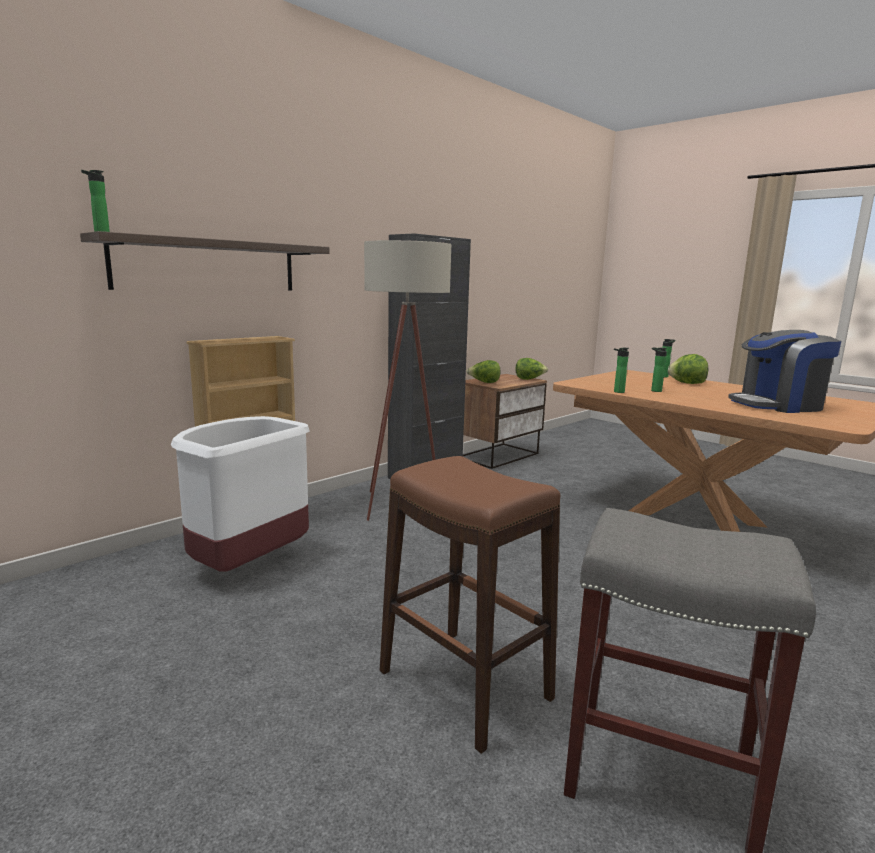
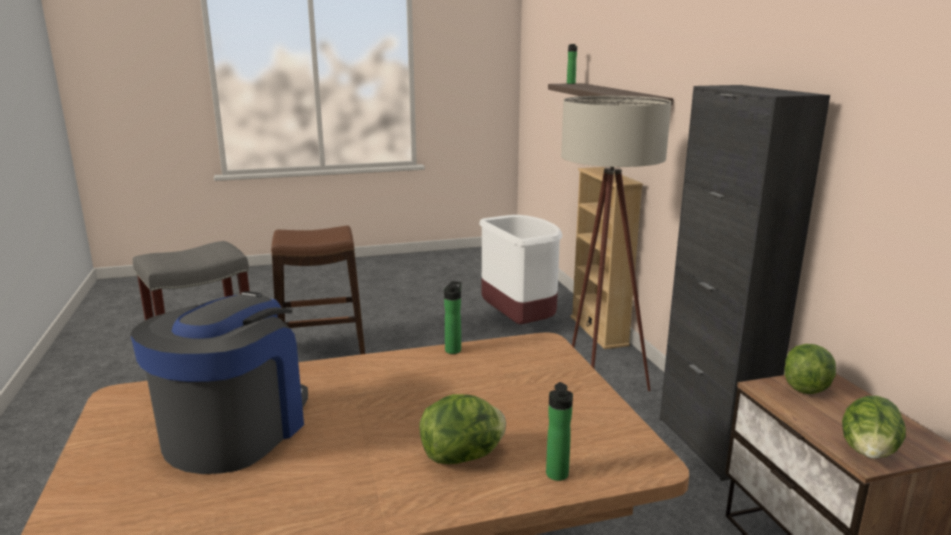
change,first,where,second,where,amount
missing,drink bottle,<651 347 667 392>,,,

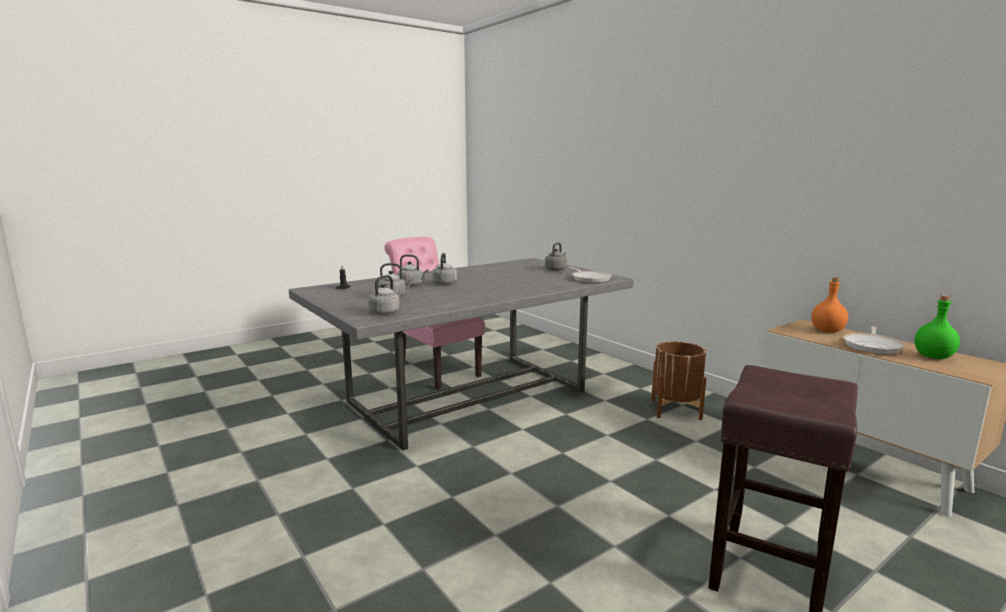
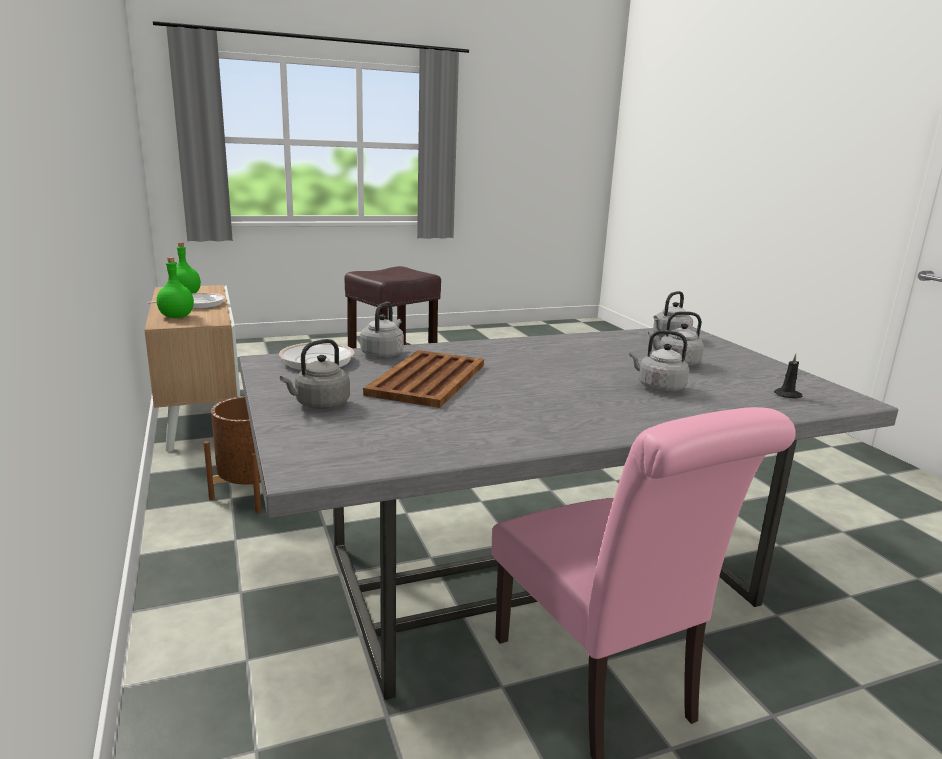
change,first,where,second,where,amount
colour,drink bottle (orangey),<811 277 848 333>,drink bottle (greenish),<157 257 194 318>,
relocated,tea kettle (greyish),<432 253 457 285>,,<360 302 404 358>,
appeared,,,tray (brownish),<363 350 484 408>,

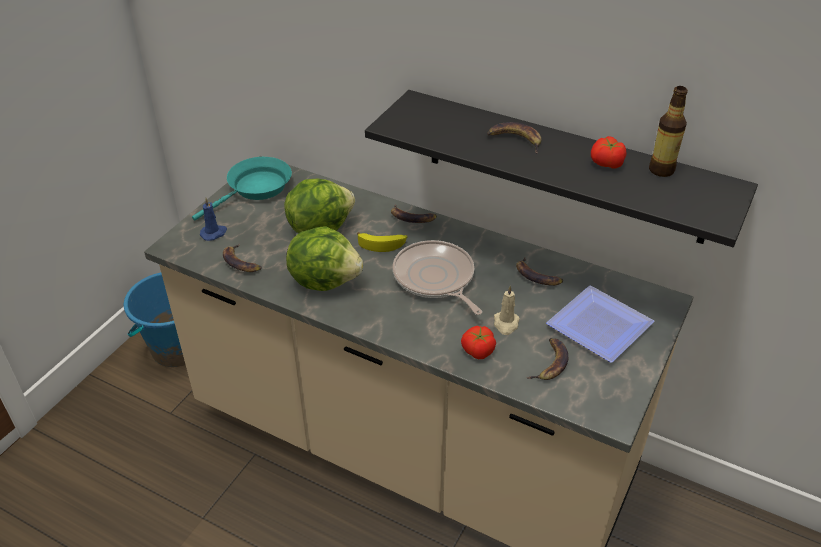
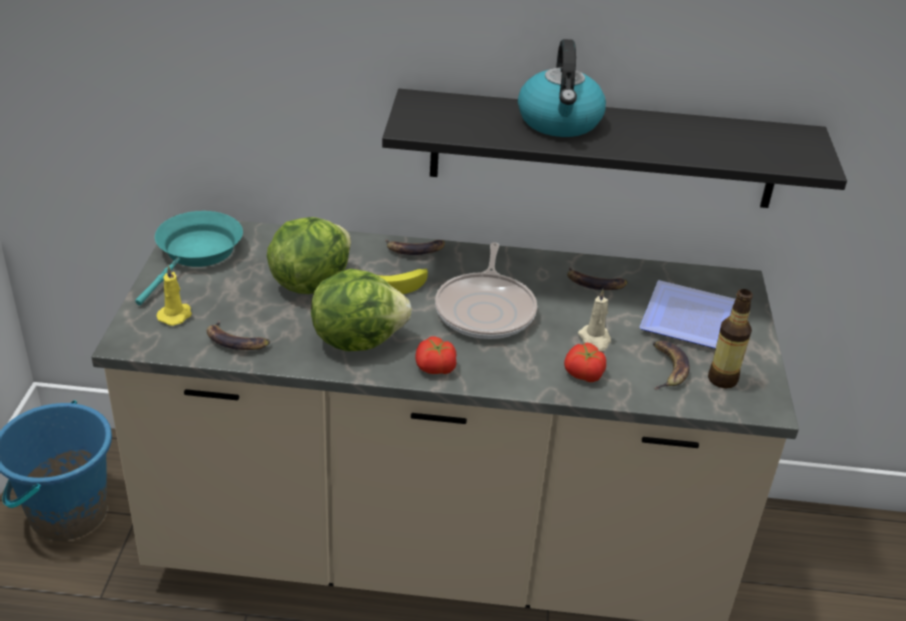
change,first,where,second,where,amount
colour,wax candle (blue-coloured),<200 198 227 241>,wax candle (yellowish),<156 265 192 326>,
relocated,fresh tomato,<591 136 626 169>,,<415 337 456 374>,
spun,pan,<393 240 482 315>,,<435 242 537 339>,120 degrees counterclockwise
exchanged,banana fruit,<487 122 542 153>,tea kettle,<518 39 606 137>,
relocated,drink bottle,<649 86 688 177>,,<708 289 753 388>,

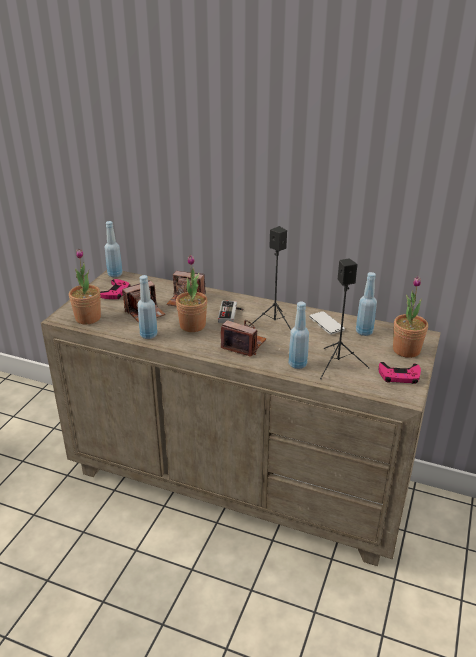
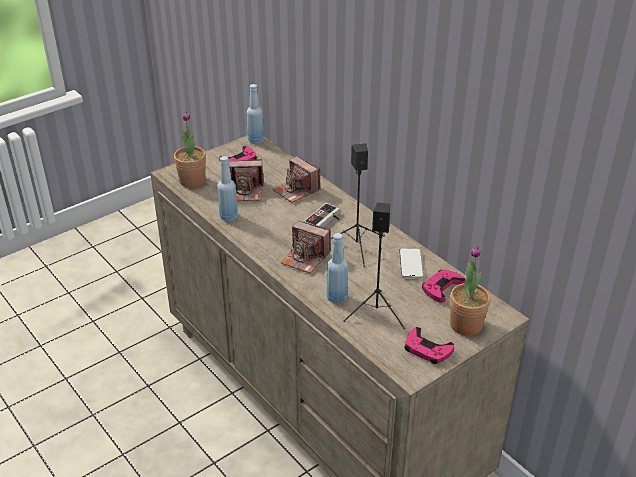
change,first,where,second,where,amount
spun,still camera,<221 320 267 357>,,<280 221 331 274>,150 degrees clockwise
exchanged,drink bottle (blue-coloured),<356 272 377 336>,gamepad (pinkish),<422 269 466 303>,
missing,potted plant,<176 255 208 332>,,,

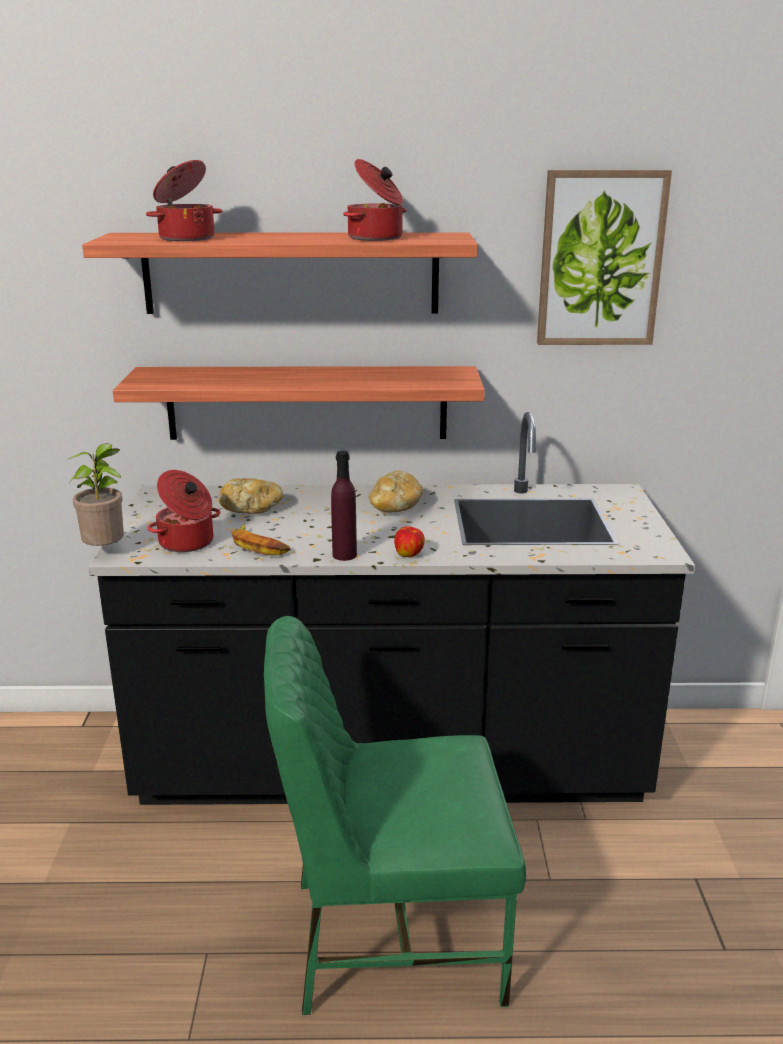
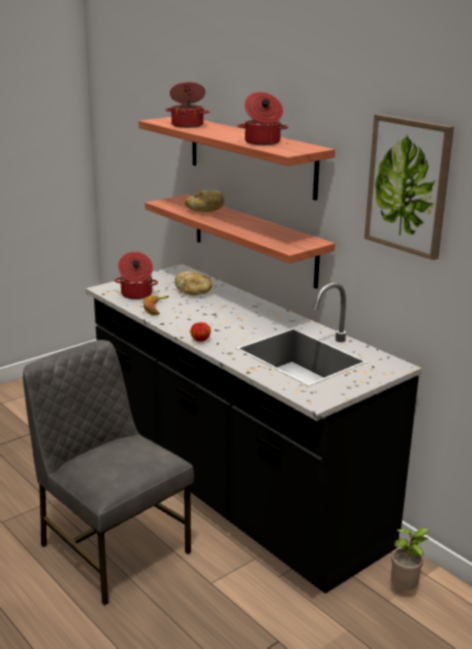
change,first,where,second,where,amount
colour,plain chair (greenish),<264 616 526 1015>,plain chair (greyish),<23 340 194 605>,
relocated,bakery bread,<369 471 423 512>,,<185 190 224 212>,
relocated,potted plant,<69 443 124 546>,,<391 528 430 590>,
missing,drink bottle (purple-coloured),<331 451 357 561>,,,

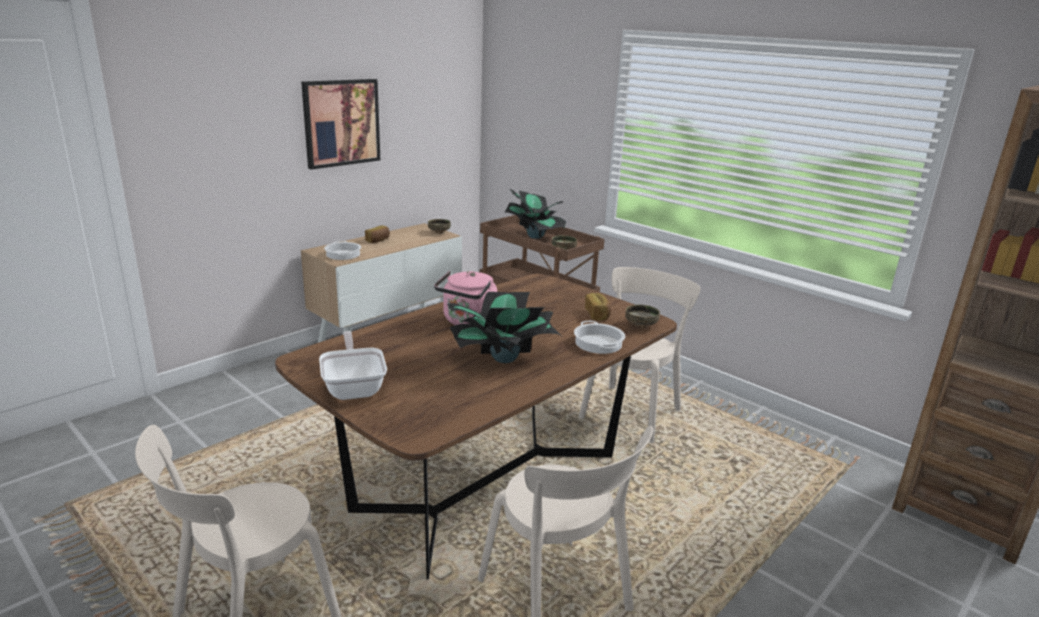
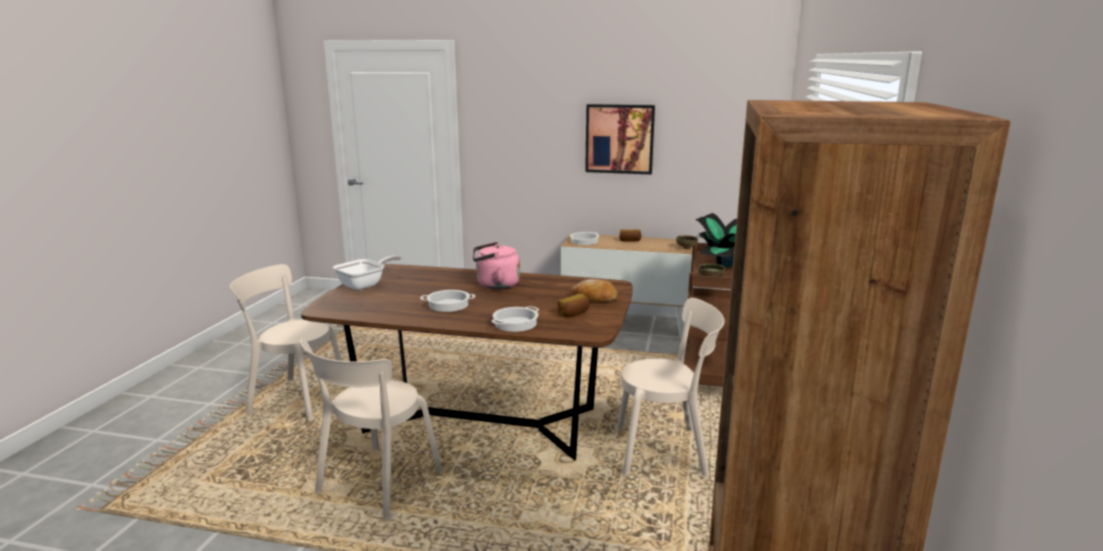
change,first,where,second,where,amount
exchanged,potted plant,<447 292 561 363>,saucepot,<420 290 475 312>,
appeared,,,bakery bread,<571 279 618 302>,
missing,deep dish,<625 305 660 329>,,,

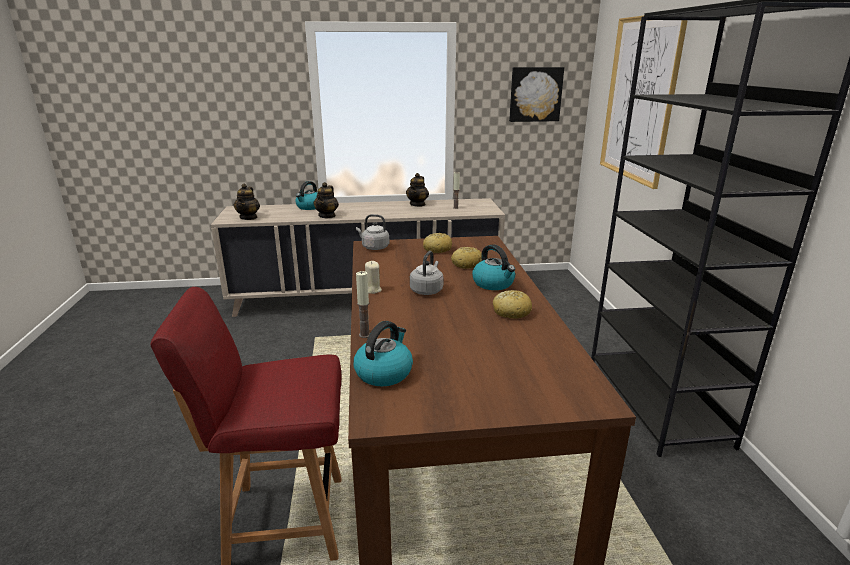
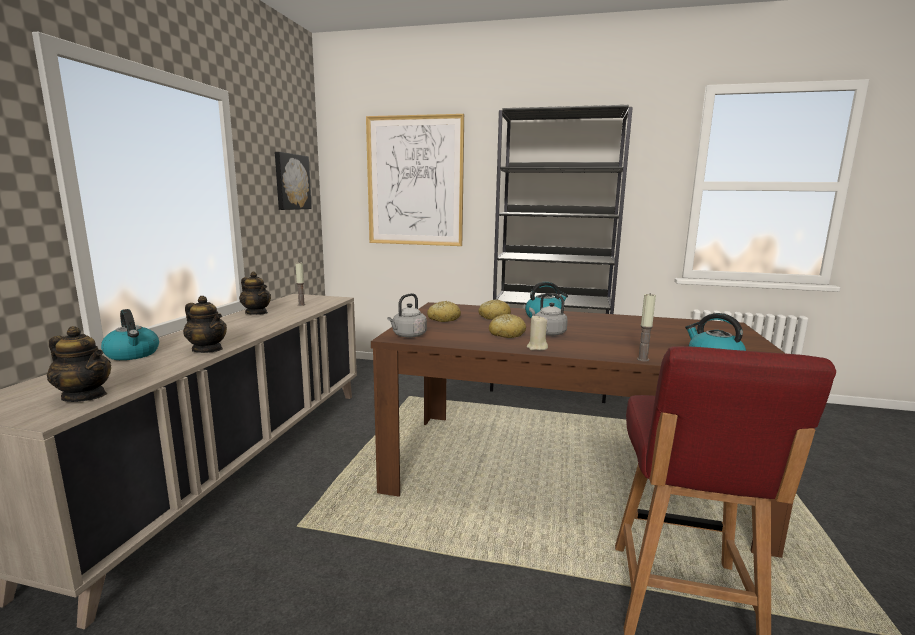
change,first,where,second,where,amount
relocated,bakery bread,<493 290 532 319>,,<489 314 526 338>,

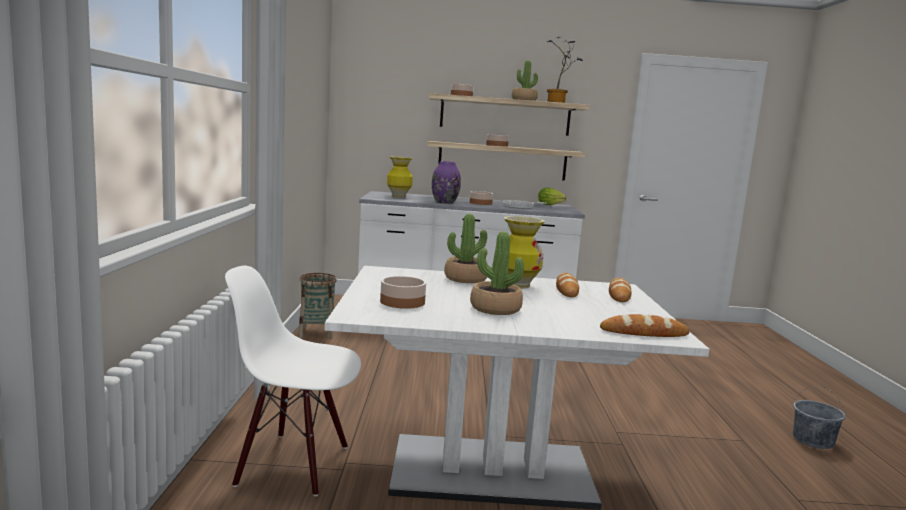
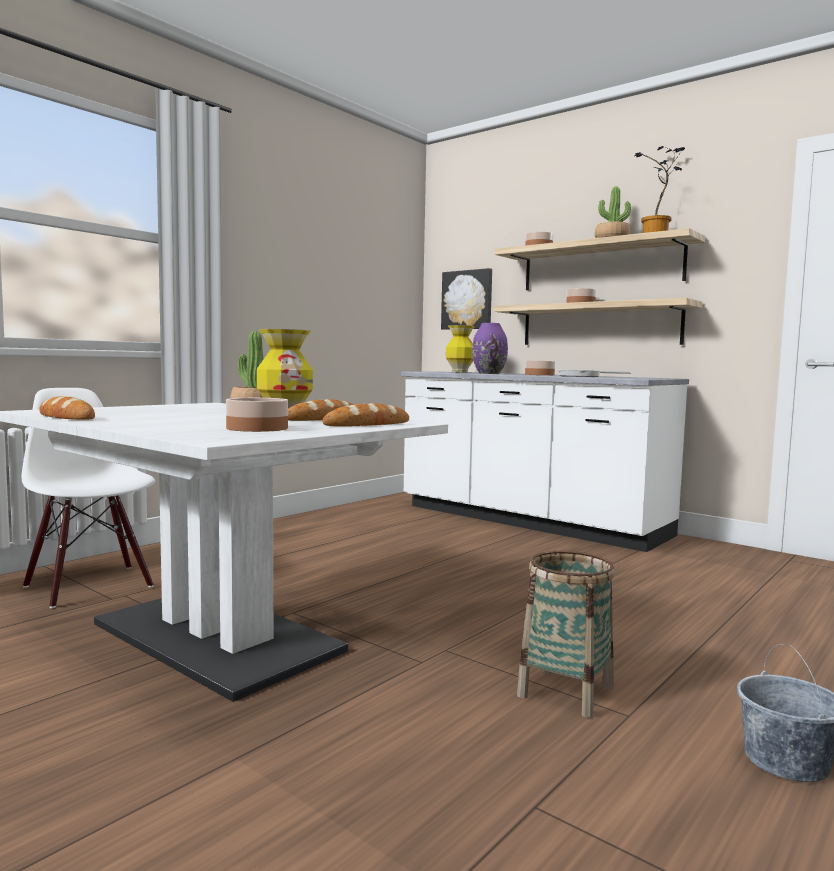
change,first,where,second,where,amount
relocated,bakery bread,<600 314 690 337>,,<39 396 95 420>,
relocated,deep dish,<380 276 426 309>,,<226 398 288 432>,
appeared,,,wall picture,<441 268 492 330>,
relocated,storage basket,<298 273 337 339>,,<517 551 615 718>,
missing,potted plant,<470 231 524 315>,,,
missing,lettuce head,<538 188 567 205>,,,

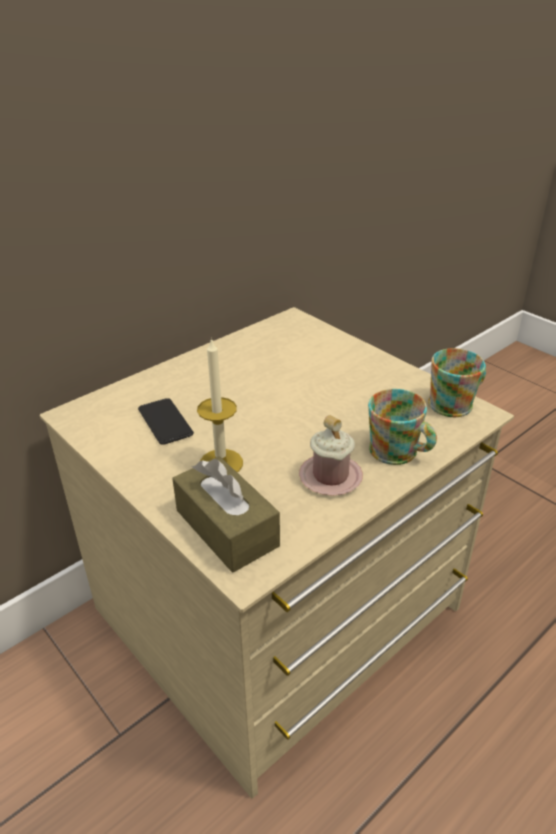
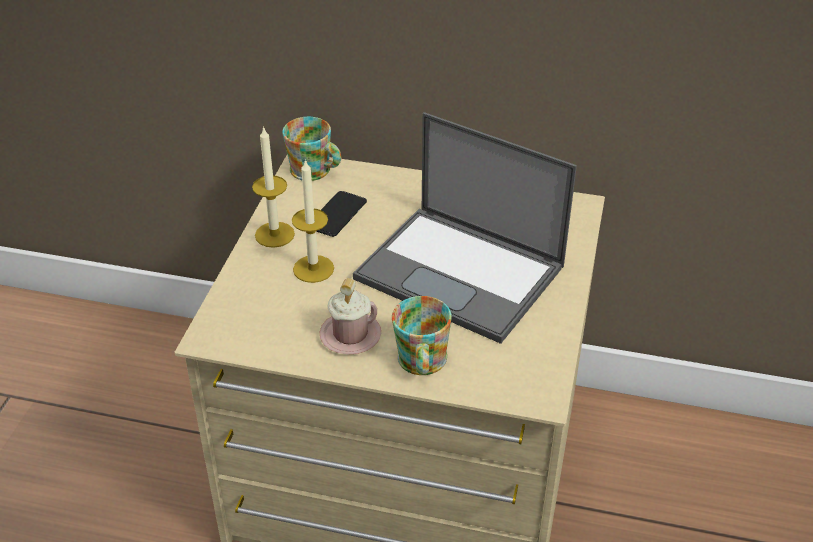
change,first,where,second,where,amount
appeared,,,wax candle,<252 126 295 248>,
relocated,coffee mug,<428 348 486 417>,,<282 117 341 181>,
appeared,,,portable computer,<353 112 577 344>,
missing,tissue holder (brownish),<172 456 280 572>,,,

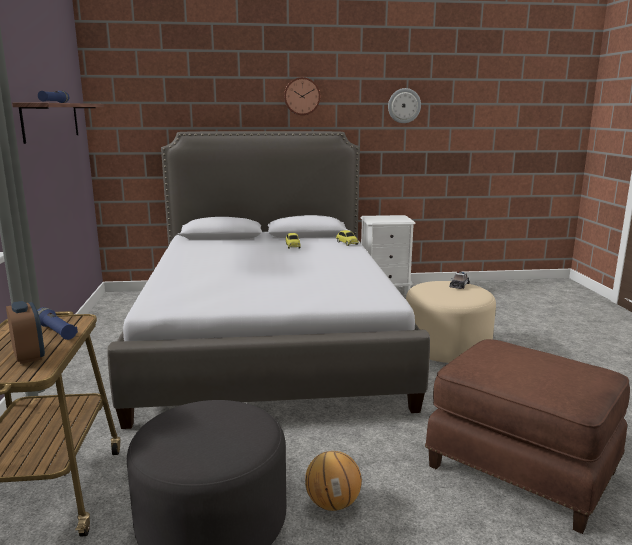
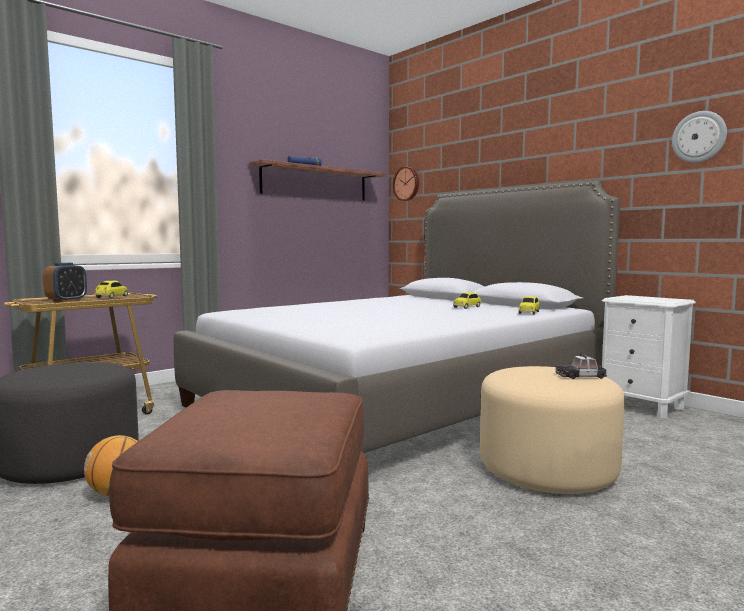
change,first,where,second,where,amount
exchanged,torch (blue-coloured),<37 307 78 340>,model car,<94 281 128 299>,
relocated,clock on the wall,<284 77 320 115>,,<393 167 419 201>,

